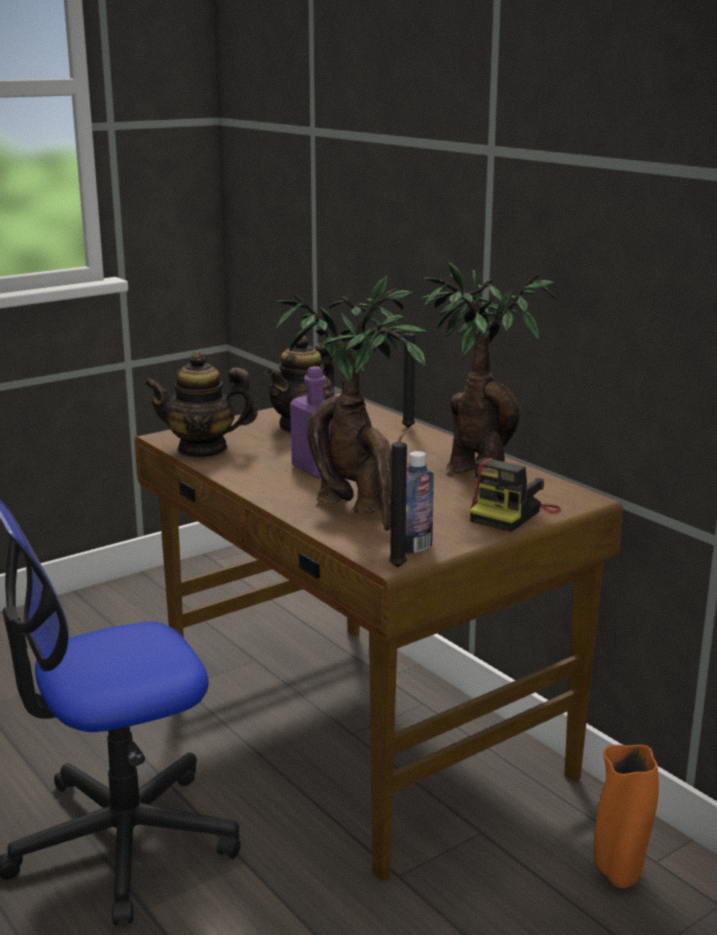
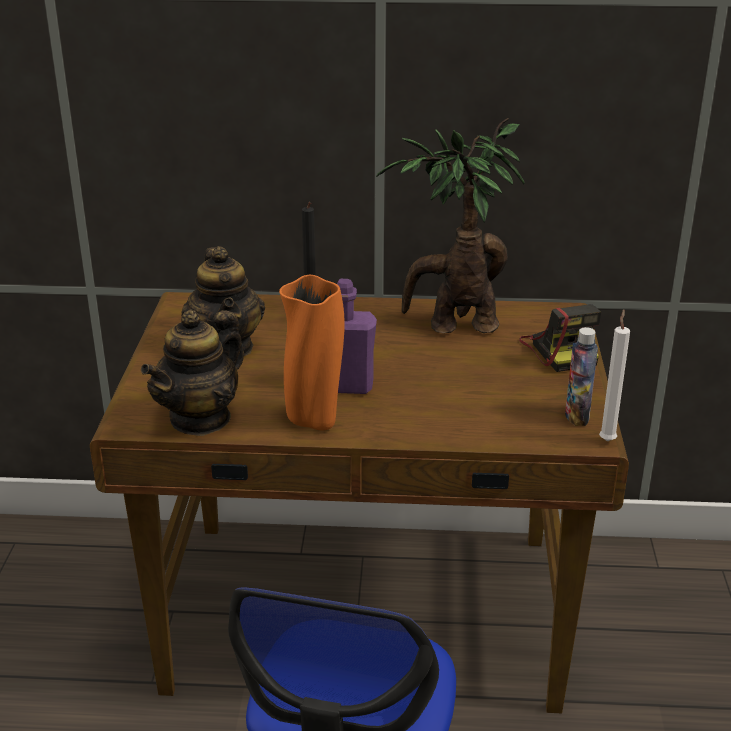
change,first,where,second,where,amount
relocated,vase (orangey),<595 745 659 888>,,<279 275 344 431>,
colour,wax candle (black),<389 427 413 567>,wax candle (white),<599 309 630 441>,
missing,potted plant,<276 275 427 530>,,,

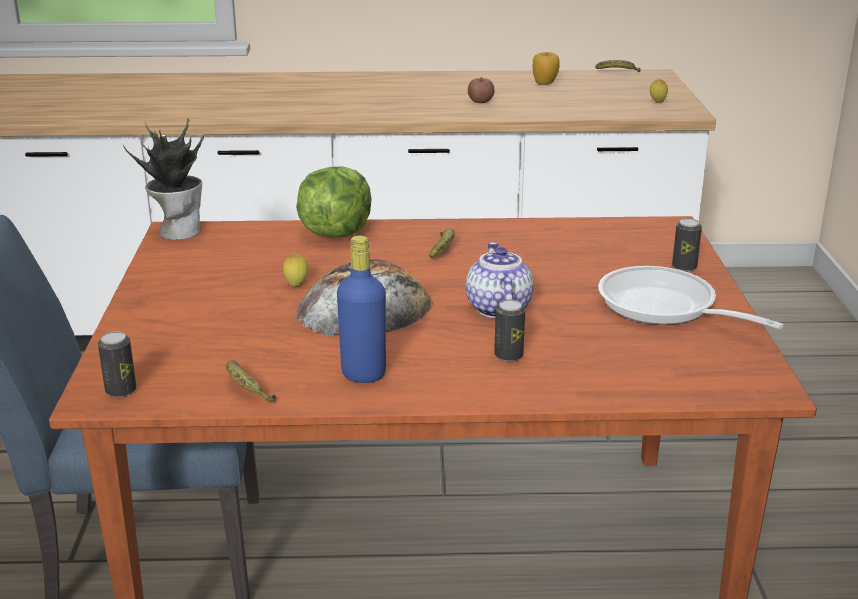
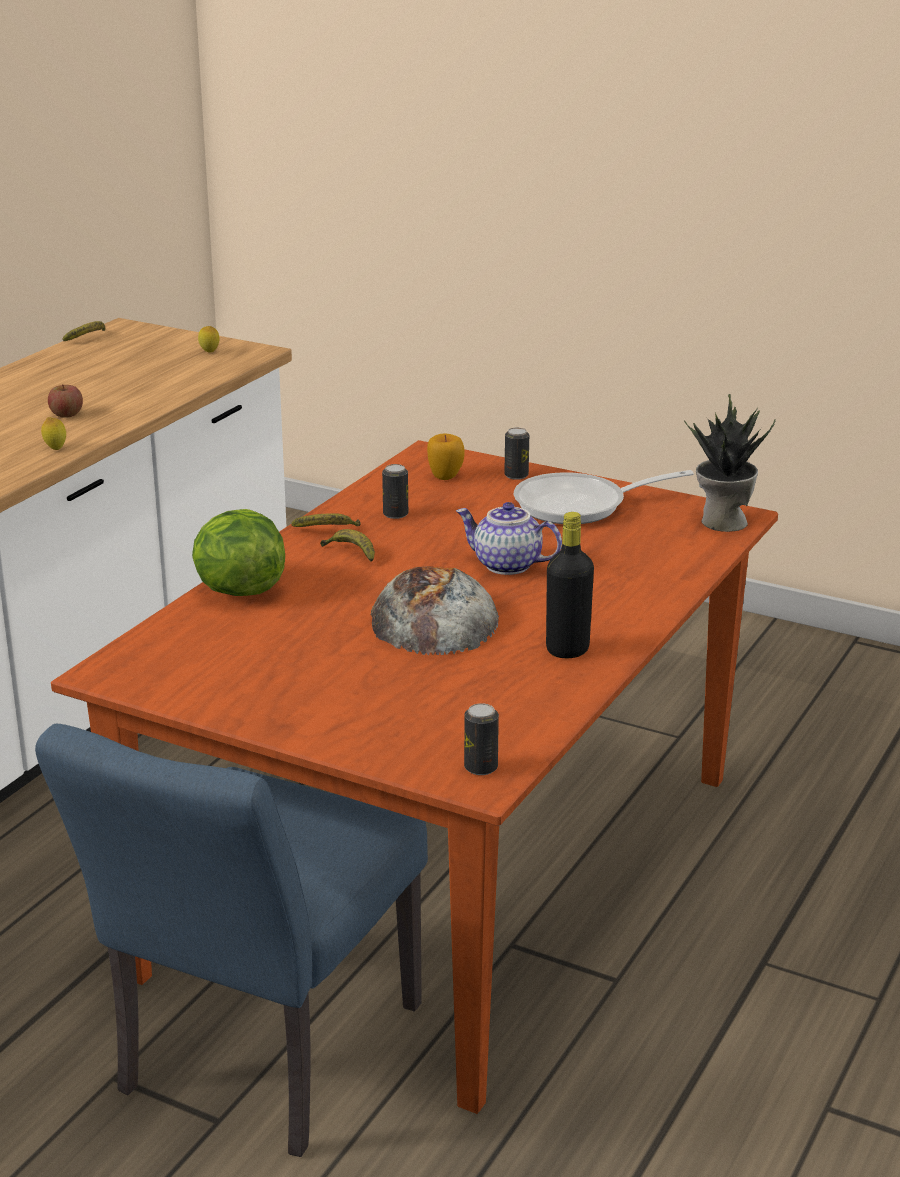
change,first,where,second,where,amount
relocated,whole lemon,<283 252 308 287>,,<41 417 66 450>,
relocated,banana fruit,<226 360 276 403>,,<291 513 361 527>,
relocated,sealed can,<494 299 525 362>,,<382 464 408 519>,
relocated,whole apple,<532 52 560 85>,,<427 433 464 480>,
colour,drink bottle (blue-coloured),<337 236 386 383>,drink bottle (black),<546 512 594 658>,
relocated,potted plant,<123 119 204 240>,,<684 394 776 532>,

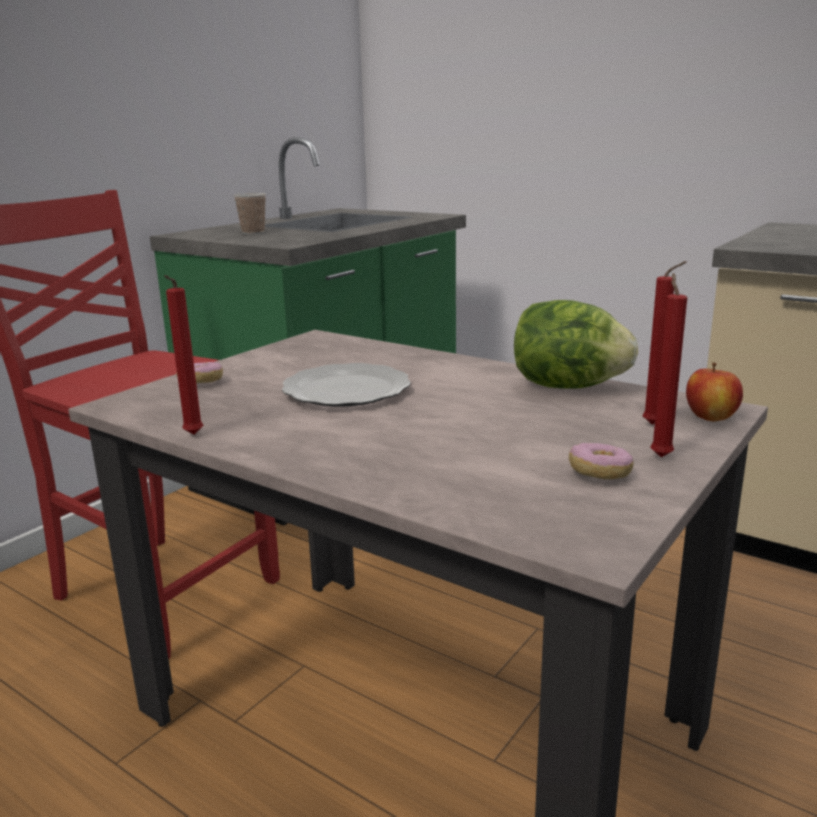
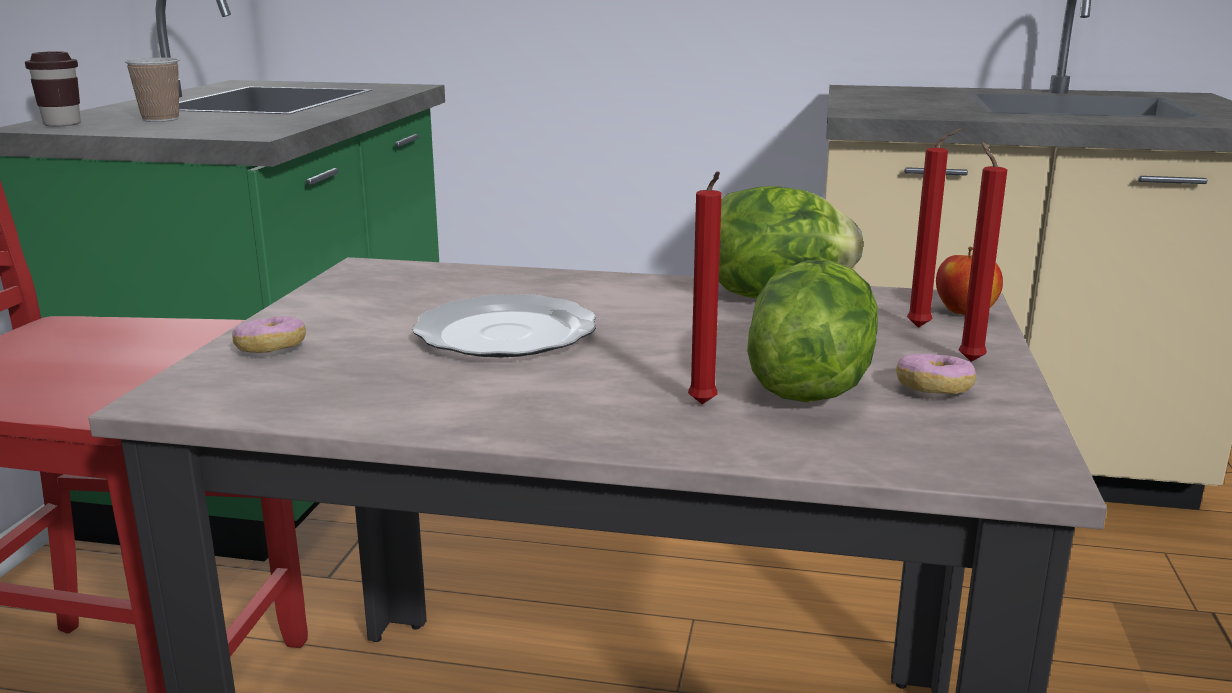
change,first,where,second,where,amount
appeared,,,small cup (brownish),<25 51 81 126>,
relocated,wax candle (red-coloured),<164 275 203 435>,,<688 171 722 405>,
appeared,,,lettuce head,<747 260 878 402>,

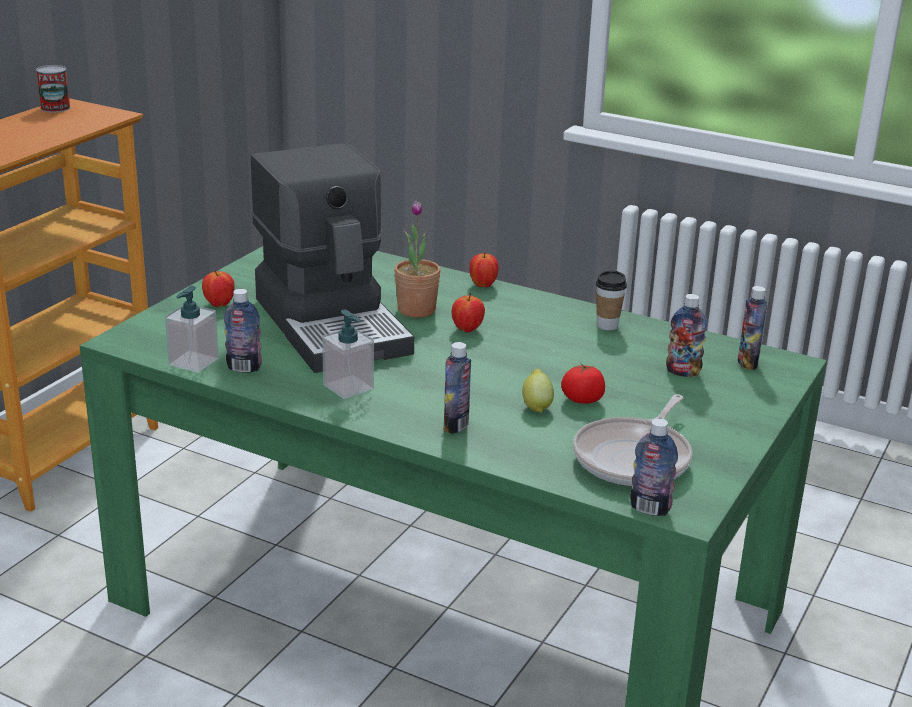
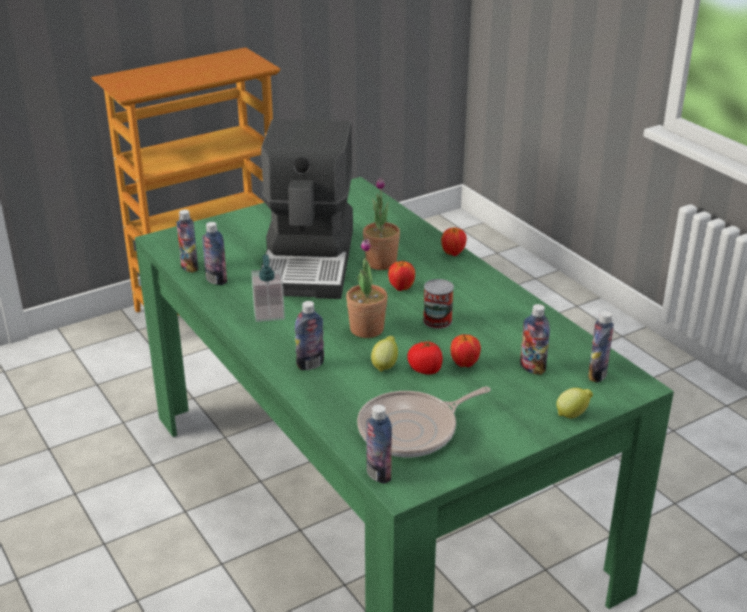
change,first,where,second,where,amount
exchanged,soap dispenser,<165 286 219 373>,drink bottle,<176 210 198 273>,
appeared,,,potted plant,<346 239 388 338>,
relocated,sealed can,<36 65 71 113>,,<423 279 454 329>,
relocated,whole apple,<202 270 235 307>,,<451 334 481 367>,
appeared,,,whole lemon,<556 388 593 418>,
missing,small cup,<596 270 627 330>,,,

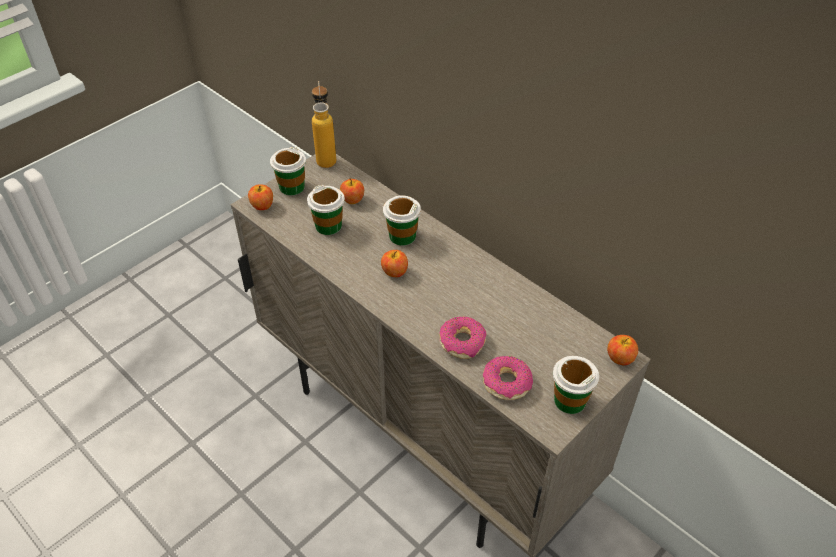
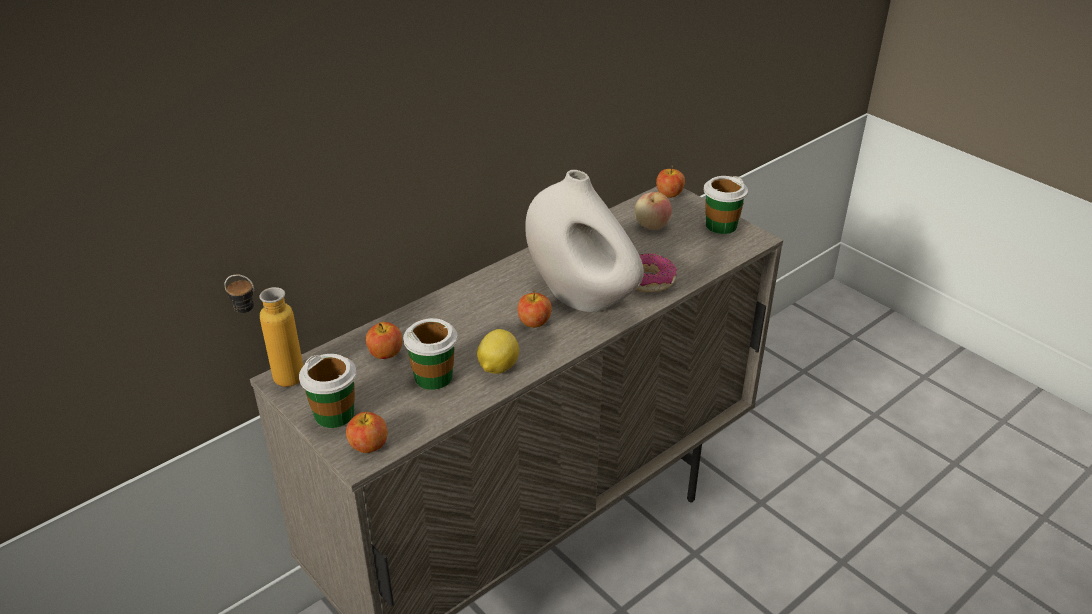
change,first,where,second,where,amount
appeared,,,whole lemon,<477 329 519 374>,
appeared,,,vase (white),<525 170 644 312>,
appeared,,,whole apple,<635 192 672 230>,
missing,small cup,<383 195 421 246>,,,
missing,donut,<483 356 533 400>,,,

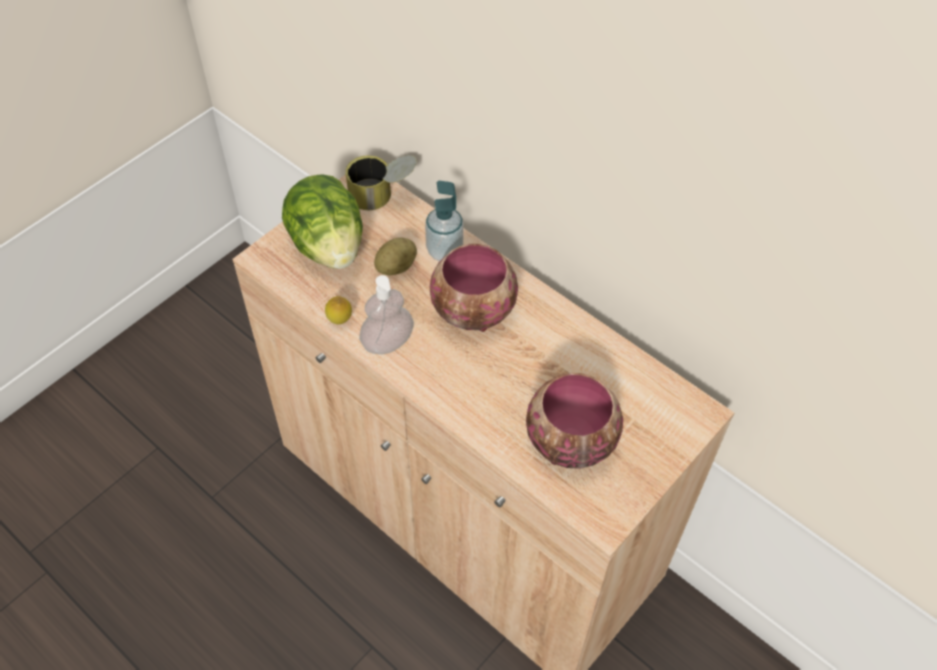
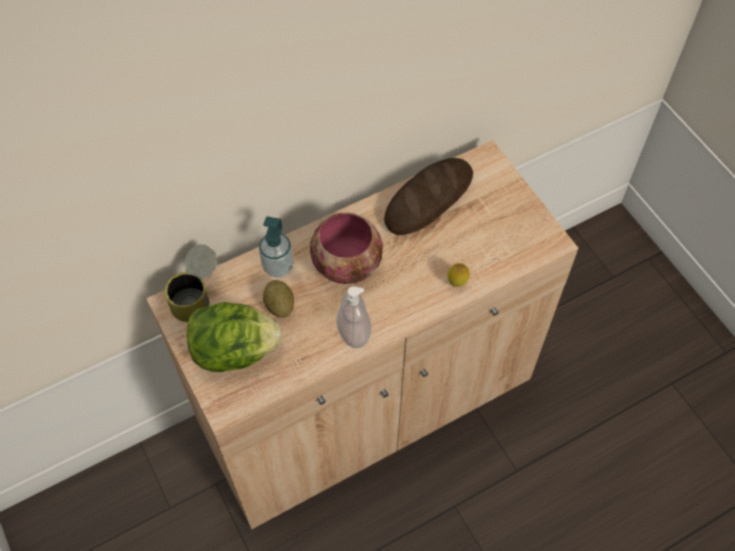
change,first,where,second,where,amount
appeared,,,bakery bread,<384 158 473 235>,
relocated,whole lemon,<325 296 352 324>,,<448 263 470 287>,
missing,deep dish,<526 373 623 469>,,,

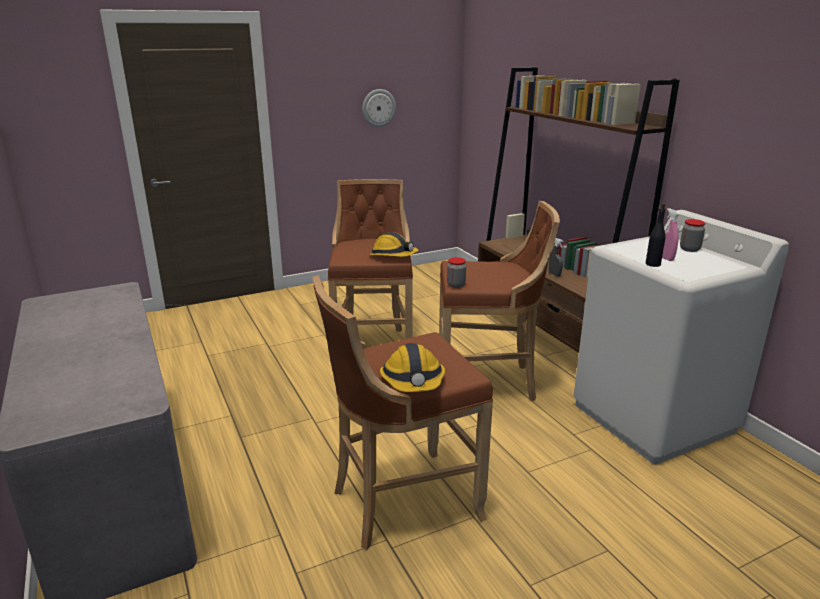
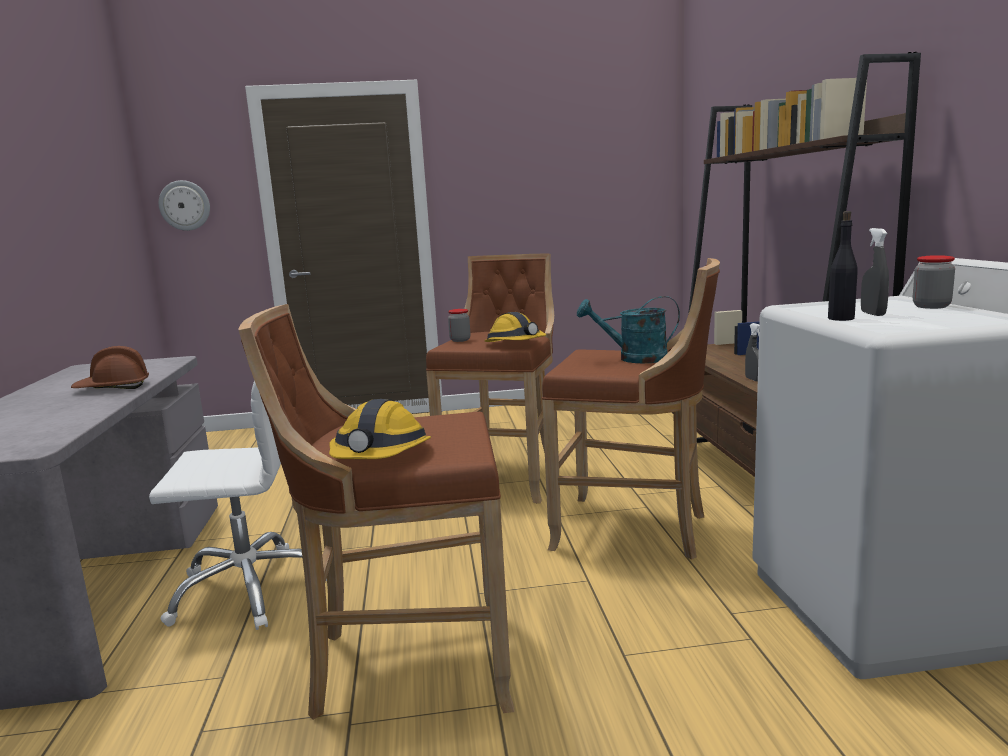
change,first,where,second,where,amount
appeared,,,work helmet (brownish),<71 346 149 389>,
appeared,,,computer chair (white),<149 380 327 630>,
relocated,clock on the wall,<362 89 396 127>,,<159 180 210 231>,
relocated,jar,<447 257 466 288>,,<448 309 470 342>,
appeared,,,watering pot (blue-green),<577 296 680 363>,
colour,hand sprayer (pinkish),<662 208 680 261>,hand sprayer (greyish),<861 228 889 316>,

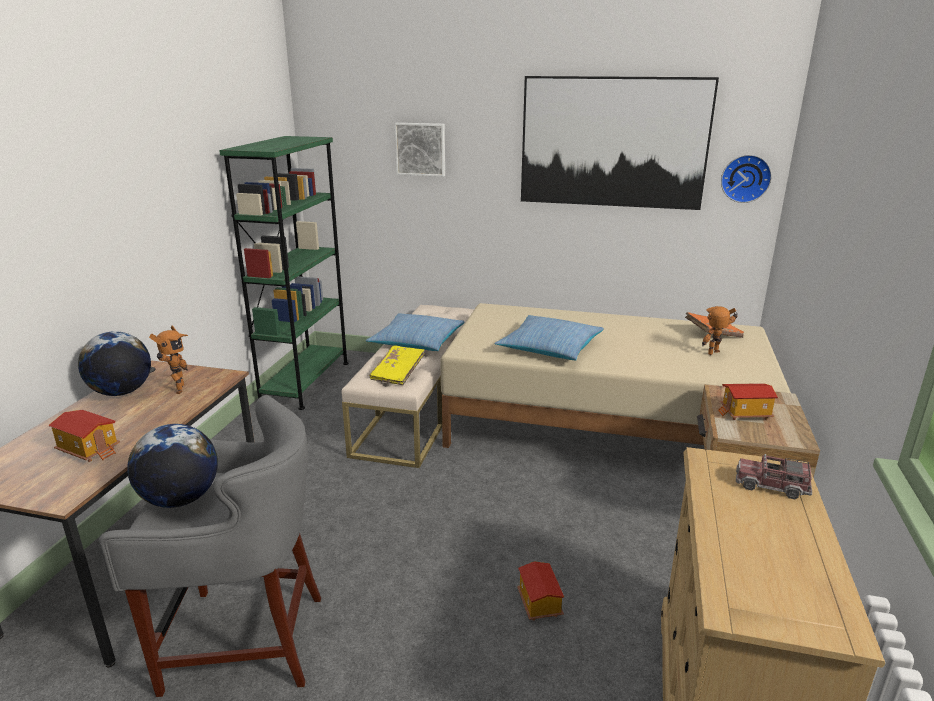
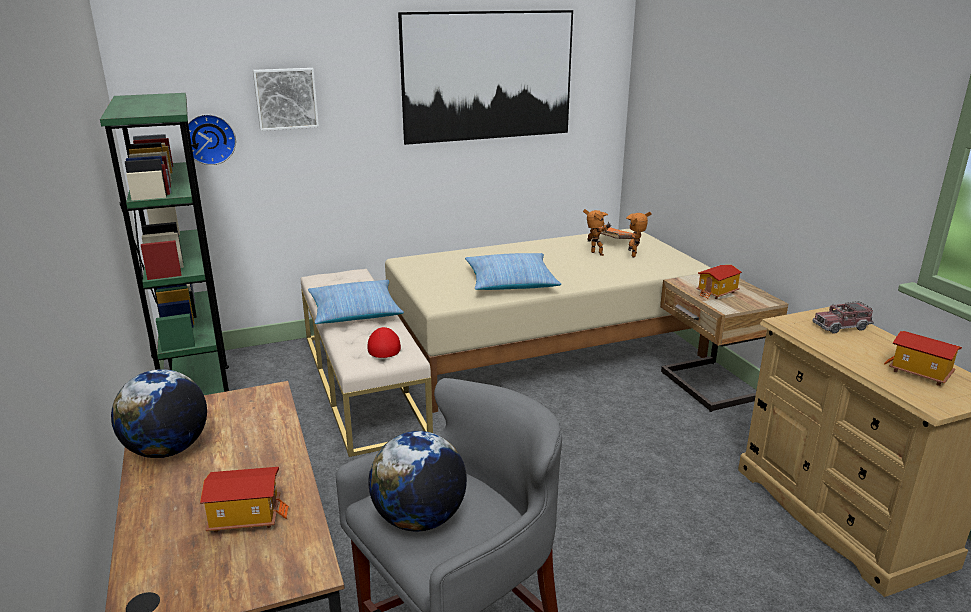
change,first,where,second,where,amount
relocated,clock on the wall,<721 155 772 203>,,<188 114 236 165>,
exchanged,volume (yellowish),<370 345 425 385>,baseball cap (red-coloured),<367 327 401 358>,
relocated,toy robot,<149 325 188 394>,,<583 209 611 256>,
relocated,miniature house,<517 561 564 621>,,<884 331 962 386>,

